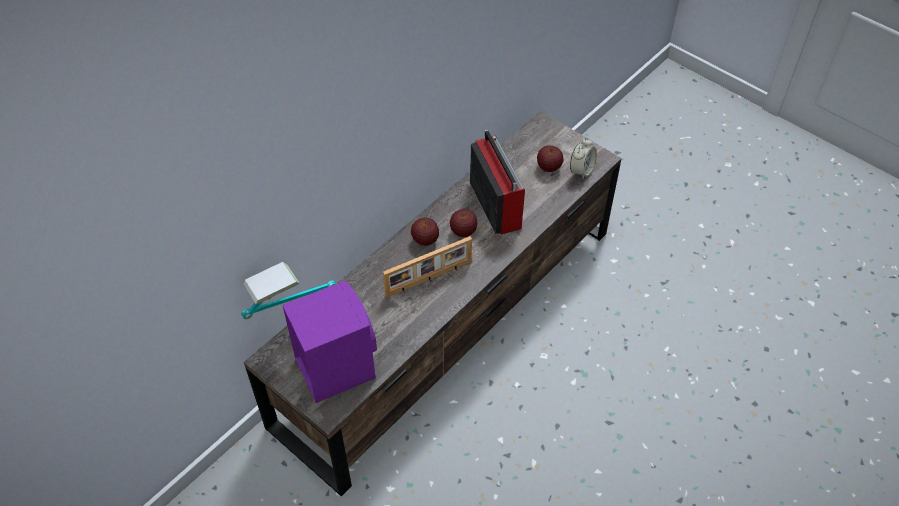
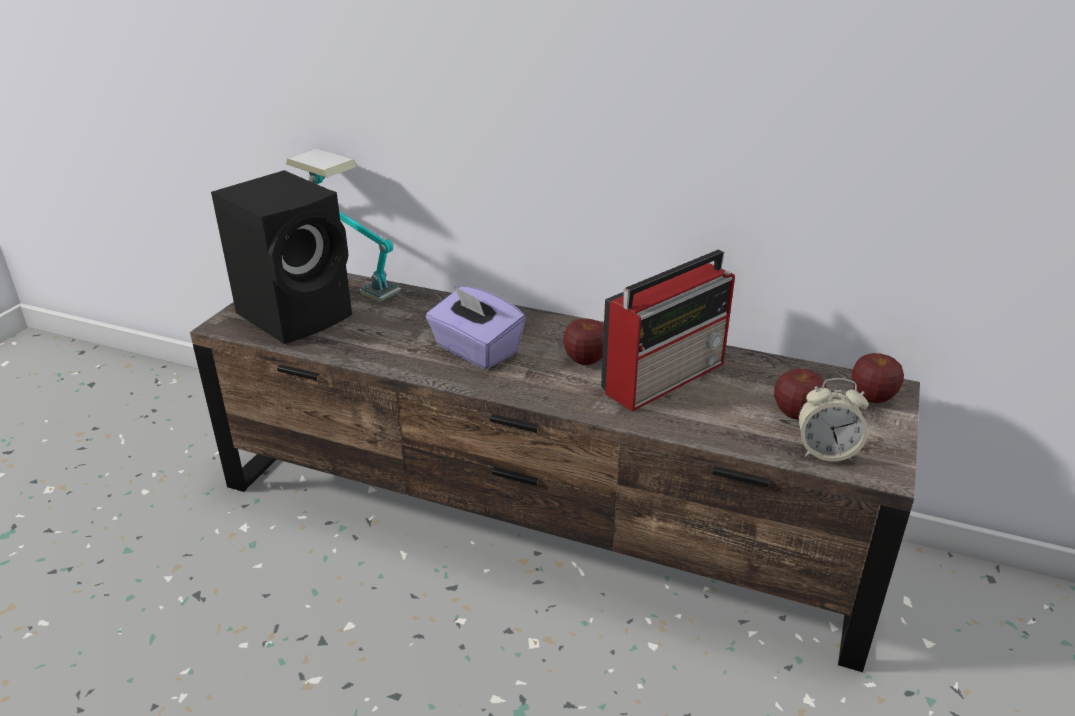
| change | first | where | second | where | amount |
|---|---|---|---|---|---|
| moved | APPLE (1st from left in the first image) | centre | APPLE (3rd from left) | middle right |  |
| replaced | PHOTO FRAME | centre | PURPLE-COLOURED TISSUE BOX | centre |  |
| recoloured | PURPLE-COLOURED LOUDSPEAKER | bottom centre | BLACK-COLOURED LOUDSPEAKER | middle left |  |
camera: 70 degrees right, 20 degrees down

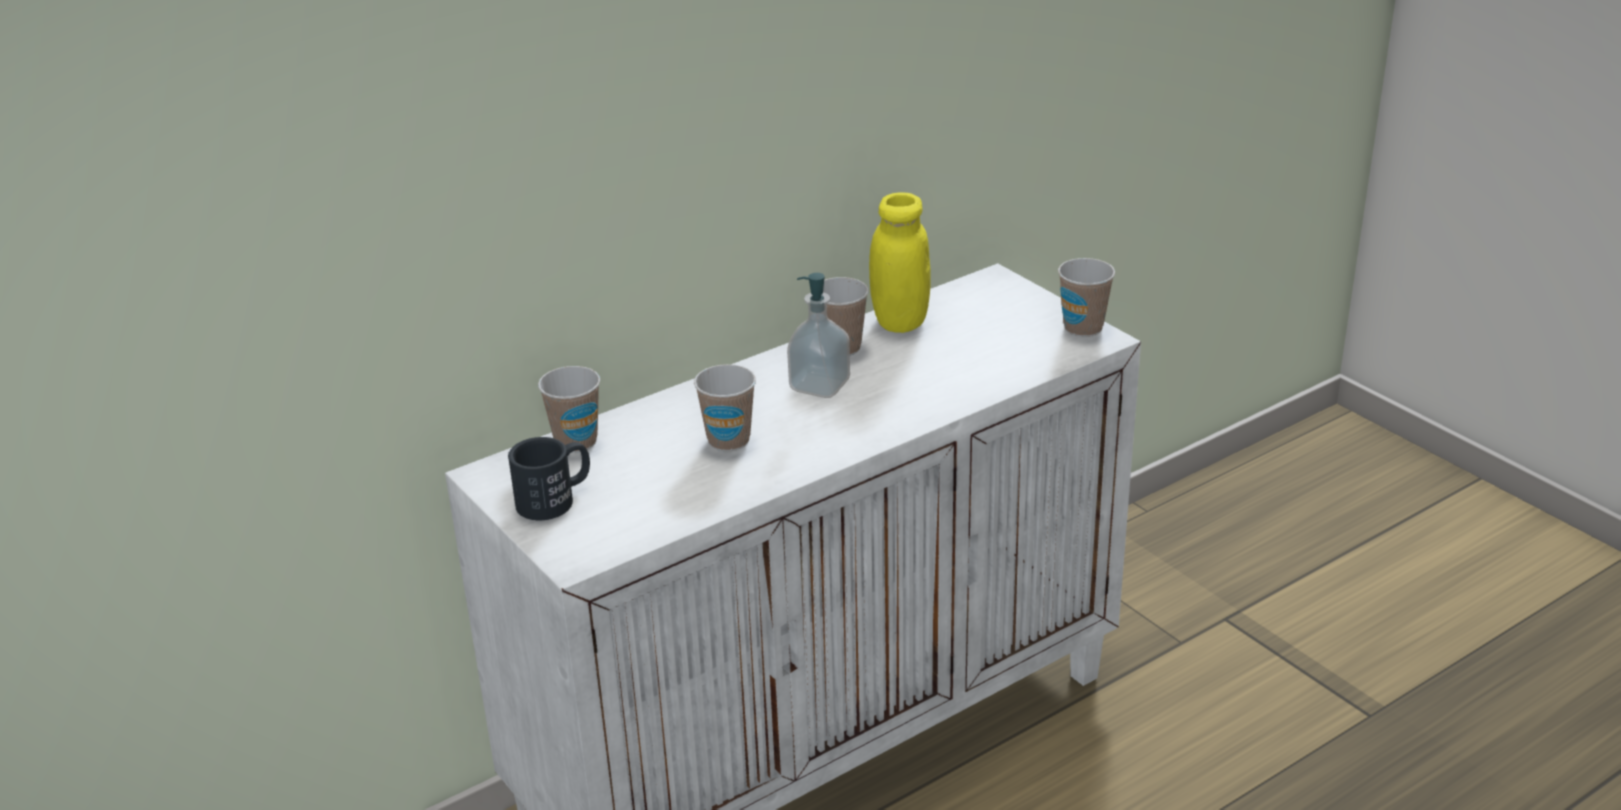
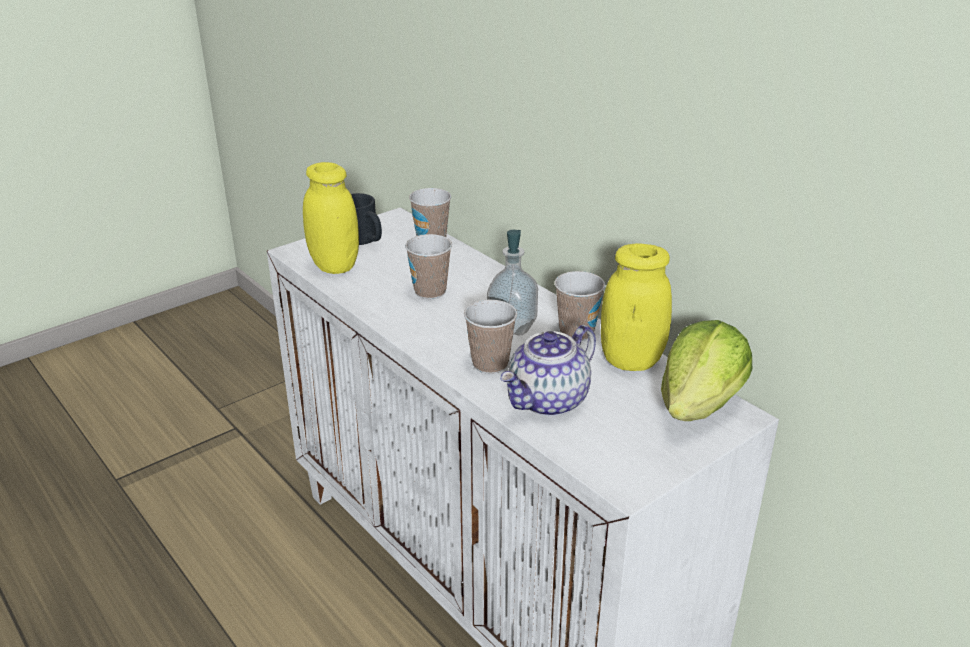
| change | first | where | second | where | amount |
|---|---|---|---|---|---|
| moved | SMALL CUP (4th from left in the first image) | middle right | SMALL CUP (3rd from left) | centre |  |
| added |  |  | YELLOW JAR (1st from left) | centre |  |
| added |  |  | LETTUCE HEAD | middle right |  |
| added |  |  | POT FOR TEA | centre |  |
camera: 85 degrees right, 0 degrees up

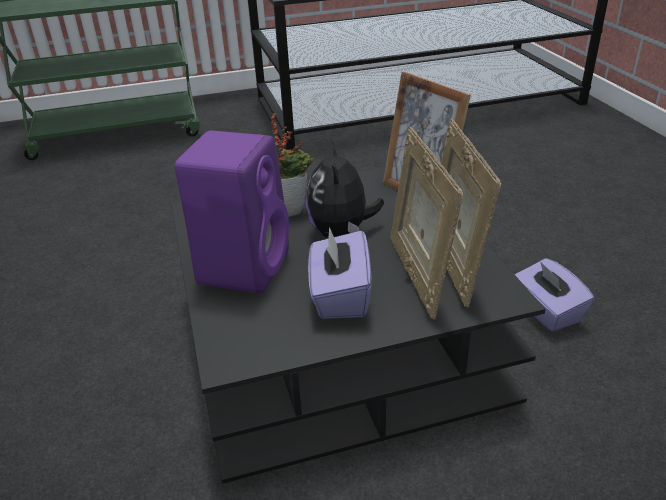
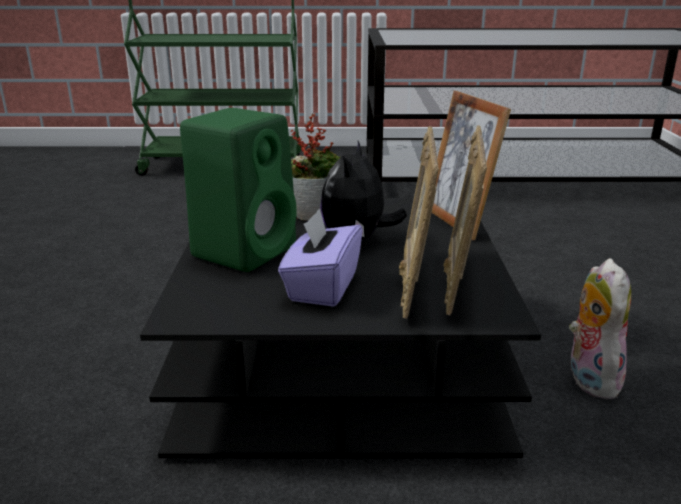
| change | first | where | second | where | amount |
|---|---|---|---|---|---|
| recoloured | PURPLE-COLOURED LOUDSPEAKER | centre | GREEN-COLOURED LOUDSPEAKER | centre |  |
| replaced | PURPLE-COLOURED TISSUE BOX (2nd from left) | middle right | SOFT TOY (2nd from left) | middle right |  |
camera: 15 degrees right, 10 degrees down

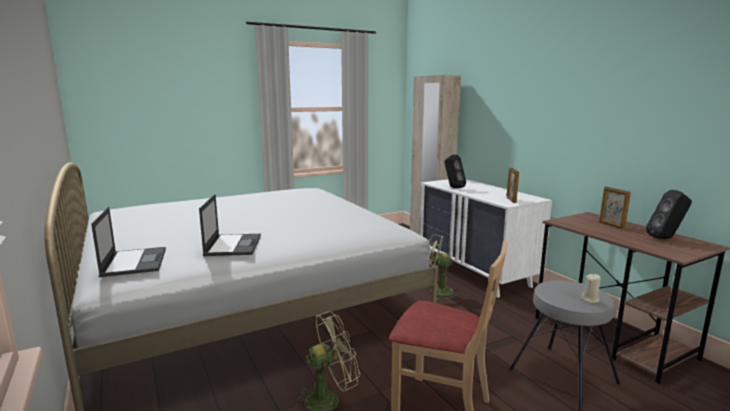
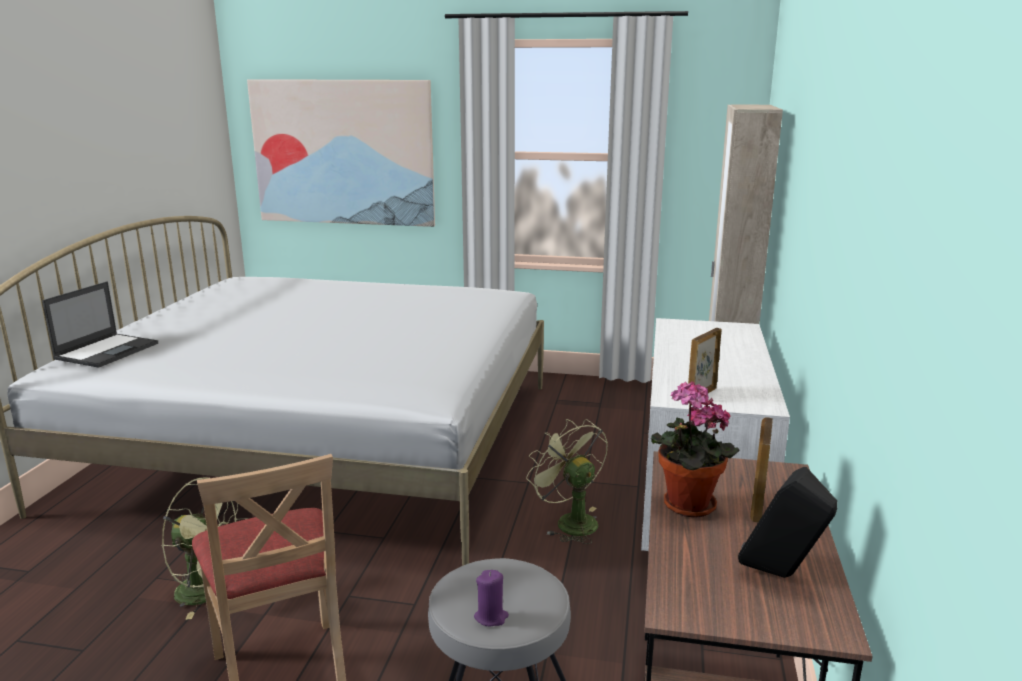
| change | first | where | second | where | amount |
|---|---|---|---|---|---|
| removed | BLACK-COLOURED LOUDSPEAKER (1st from left) | centre |  |  |  |
| removed | PORTABLE COMPUTER (2nd from left) | middle left |  |  |  |
| recoloured | BEIGE WAX LIGHT | bottom right | PURPLE-COLOURED WAX LIGHT | bottom centre |  |
| added |  |  | PICTURE | top centre |  |
| added |  |  | HOUSEPLANT | middle right |  |
camera: 40 degrees right, 5 degrees up

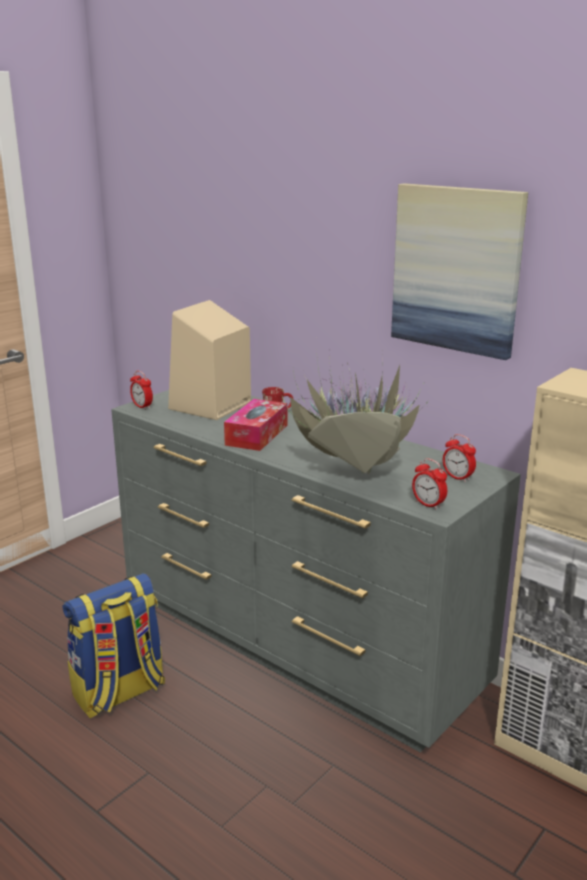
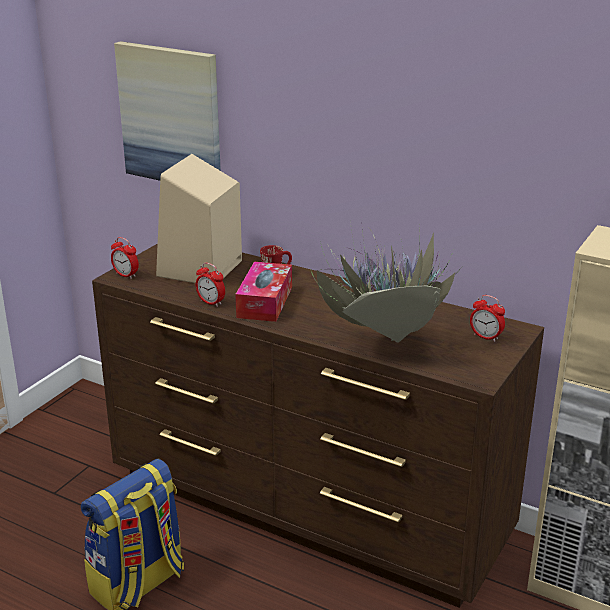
| change | first | where | second | where | amount |
|---|---|---|---|---|---|
| moved | PICTURE | top right |  | top left |  |
| recoloured | GRAY CHEST OF DRAWERS | centre | BROWNISH CHEST OF DRAWERS | bottom centre |  |
| moved | BEDSIDE CLOCK (2nd from left) | middle right |  | centre |  |
camera: 10 degrees left, 5 degrees up

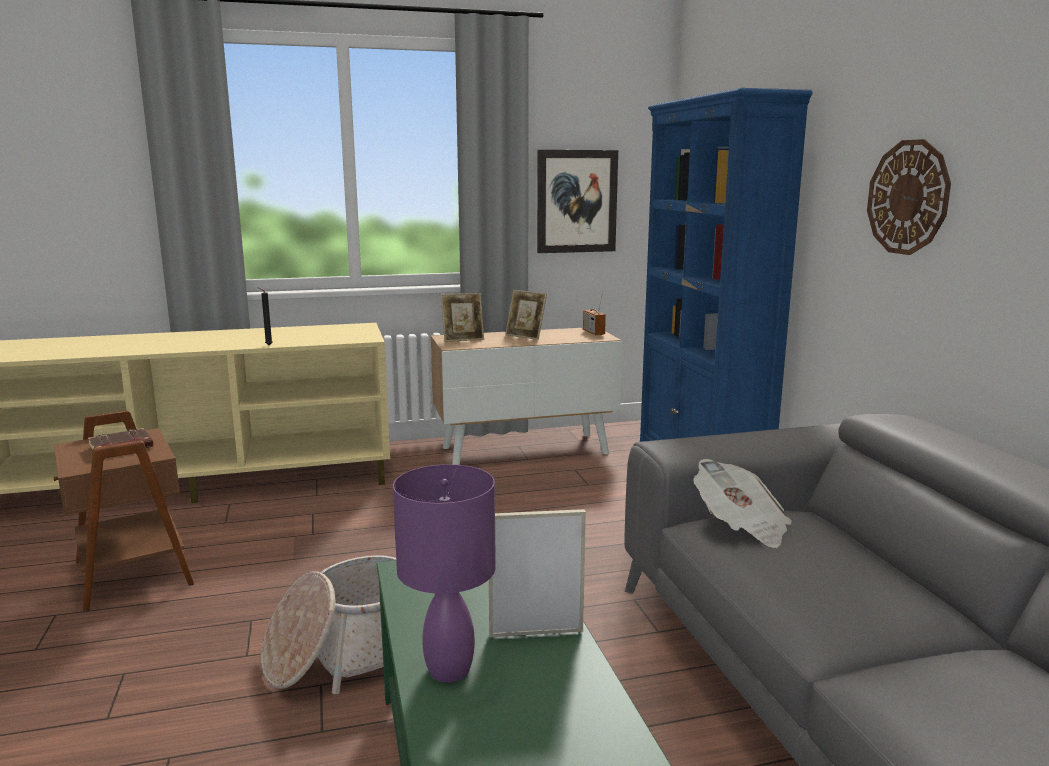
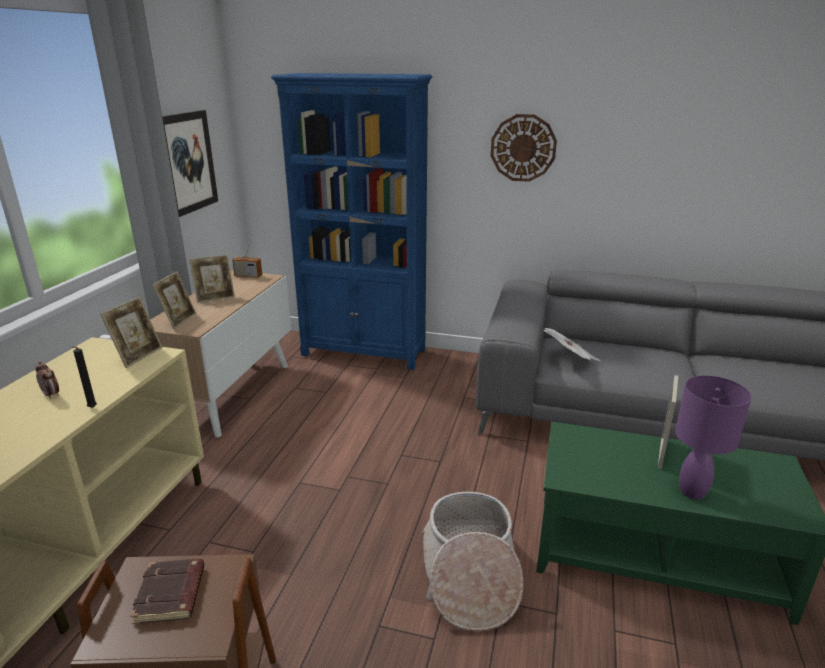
| change | first | where | second | where | amount |
|---|---|---|---|---|---|
| added |  |  | PHOTO FRAME (1st from left) | middle left |  |
| added |  |  | BEDSIDE CLOCK | middle left |  |
camera: 60 degrees left, 10 degrees up

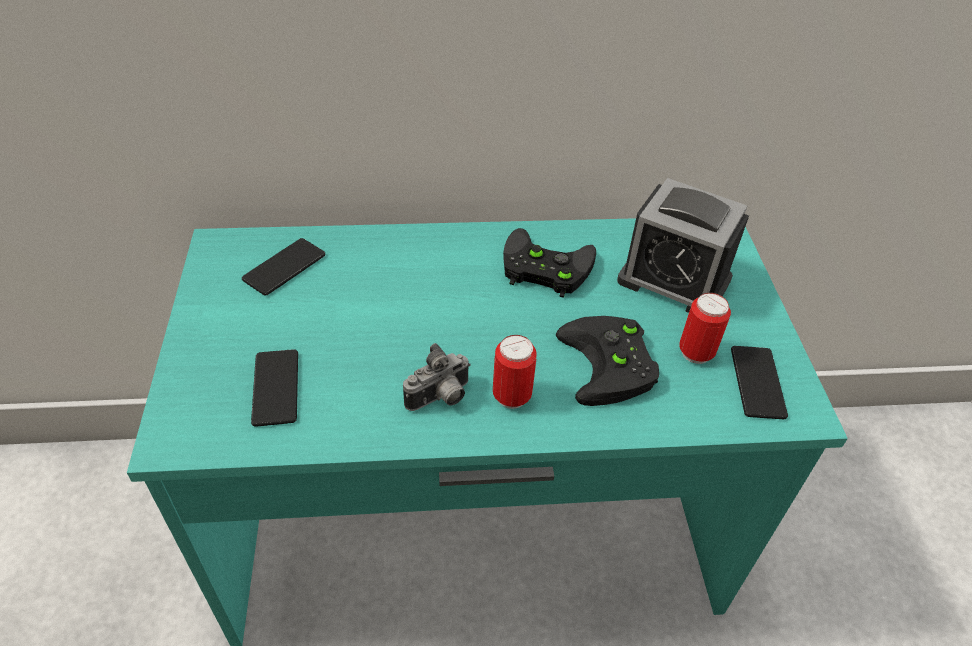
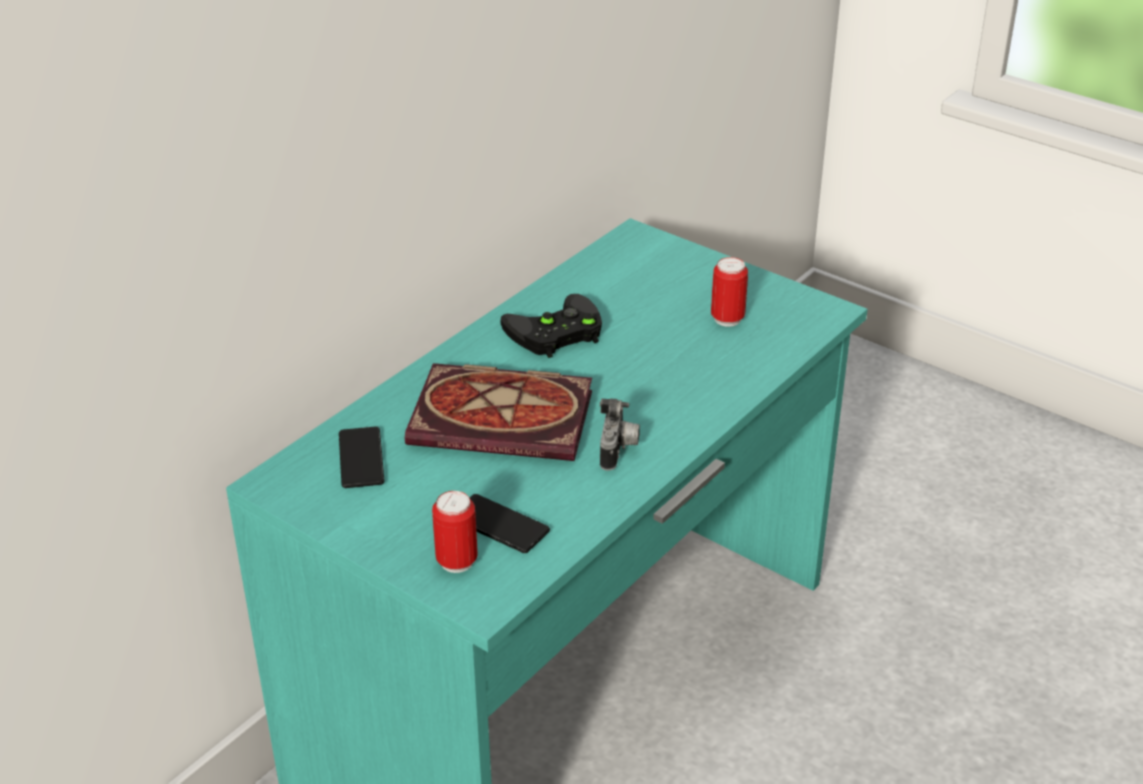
| change | first | where | second | where | amount |
|---|---|---|---|---|---|
| removed | BEDSIDE CLOCK | middle right |  |  |  |
| removed | BLACK-COLOURED GAMEPAD (2nd from left) | centre |  |  |  |
| moved | SEALED CAN (1st from left) | centre |  | bottom centre |  |
| removed | PHONE (3rd from left) | middle right |  |  |  |
| added |  |  | BOOK | centre |  |
camera: 45 degrees left, 10 degrees down

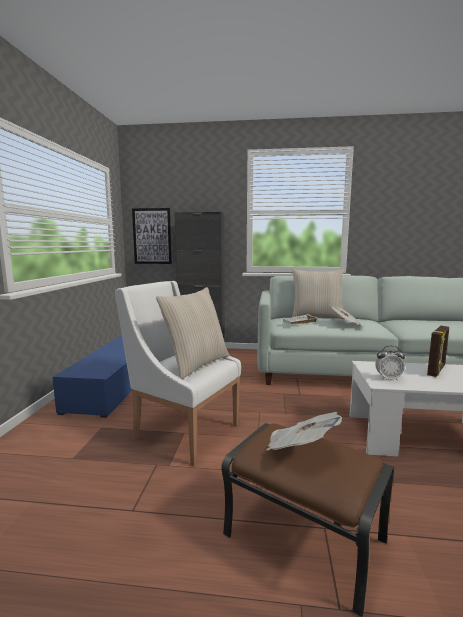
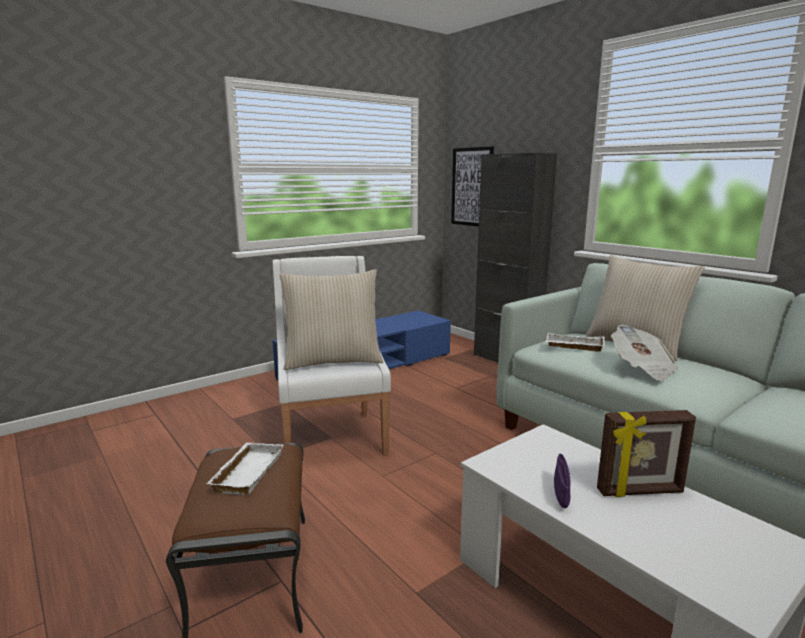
| change | first | where | second | where | amount |
|---|---|---|---|---|---|
| removed | BEDSIDE CLOCK | middle right |  |  |  |
| replaced | NEWSPAPER (1st from left) | bottom centre | WHITE-COLOURED SERVING TRAY (1st from left) | bottom left |  |
| added |  |  | PURPLE-COLOURED DEEP DISH | bottom right |  |
camera: 45 degrees right, 5 degrees up

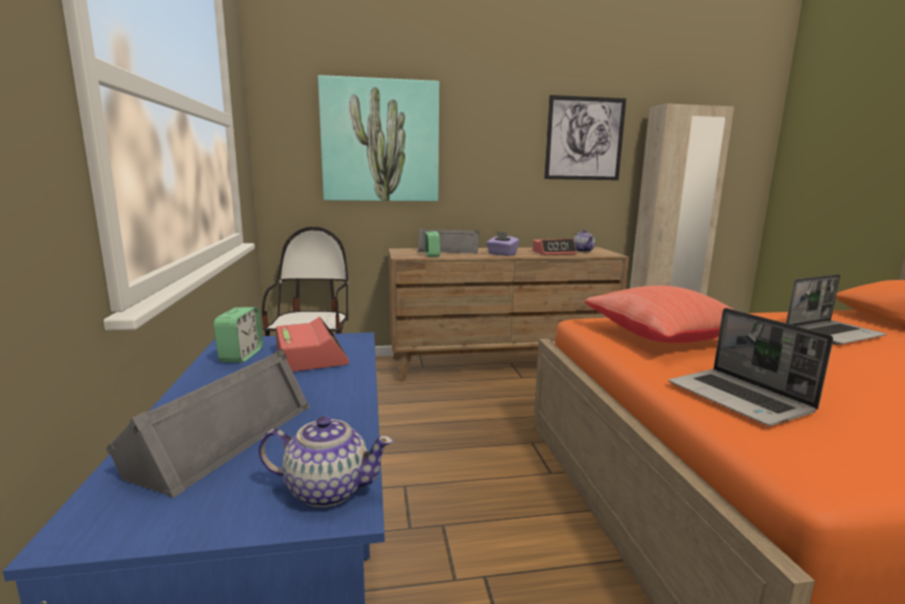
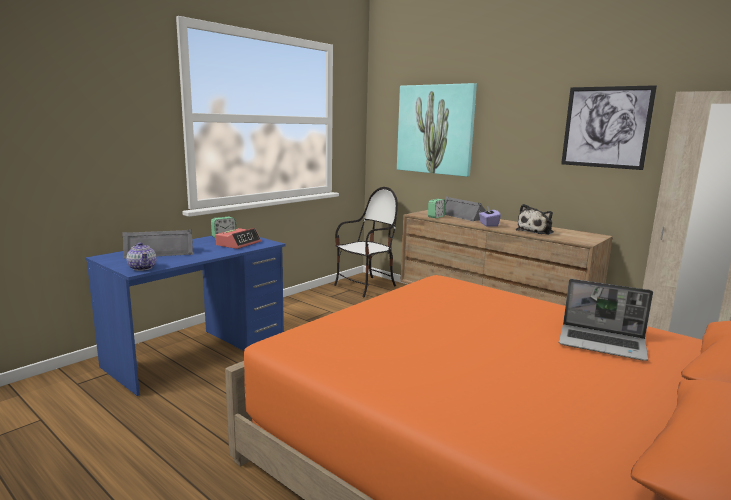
| change | first | where | second | where | amount |
|---|---|---|---|---|---|
| removed | POT FOR TEA (2nd from left) | centre |  |  |  |
| replaced | BEDSIDE CLOCK (4th from left) | centre | SOFT TOY | middle right |  |
| removed | RED PILLOW | middle right |  |  |  |
| removed | PORTABLE COMPUTER (1st from left) | middle right |  |  |  |
camera: 50 degrees right, 0 degrees up

